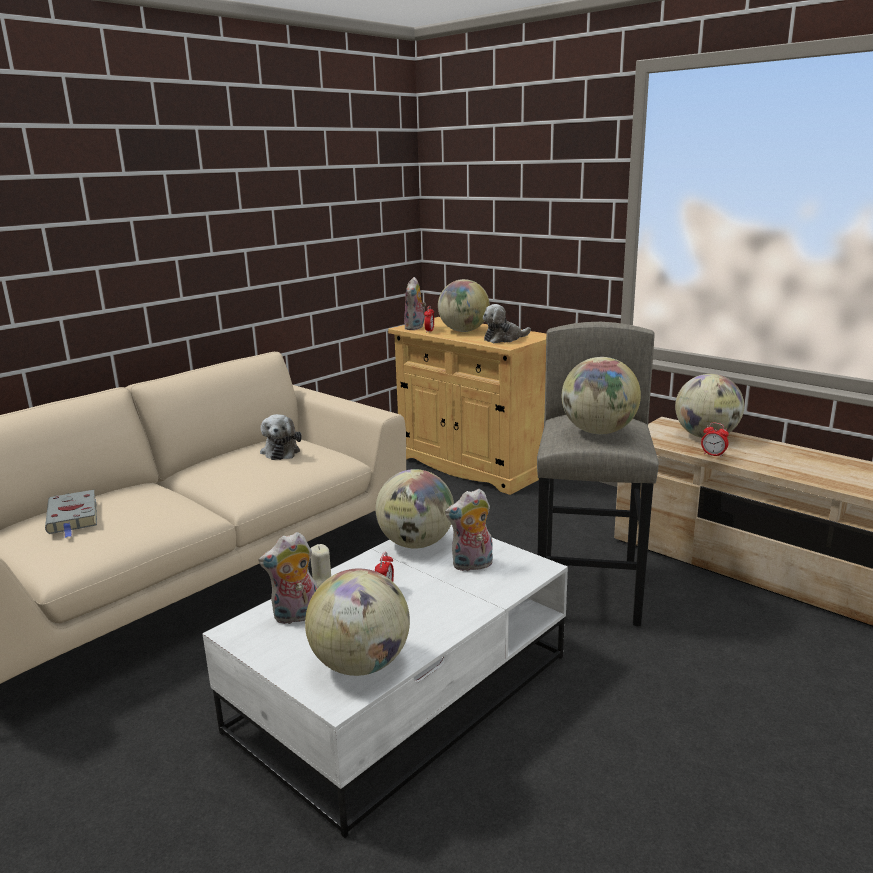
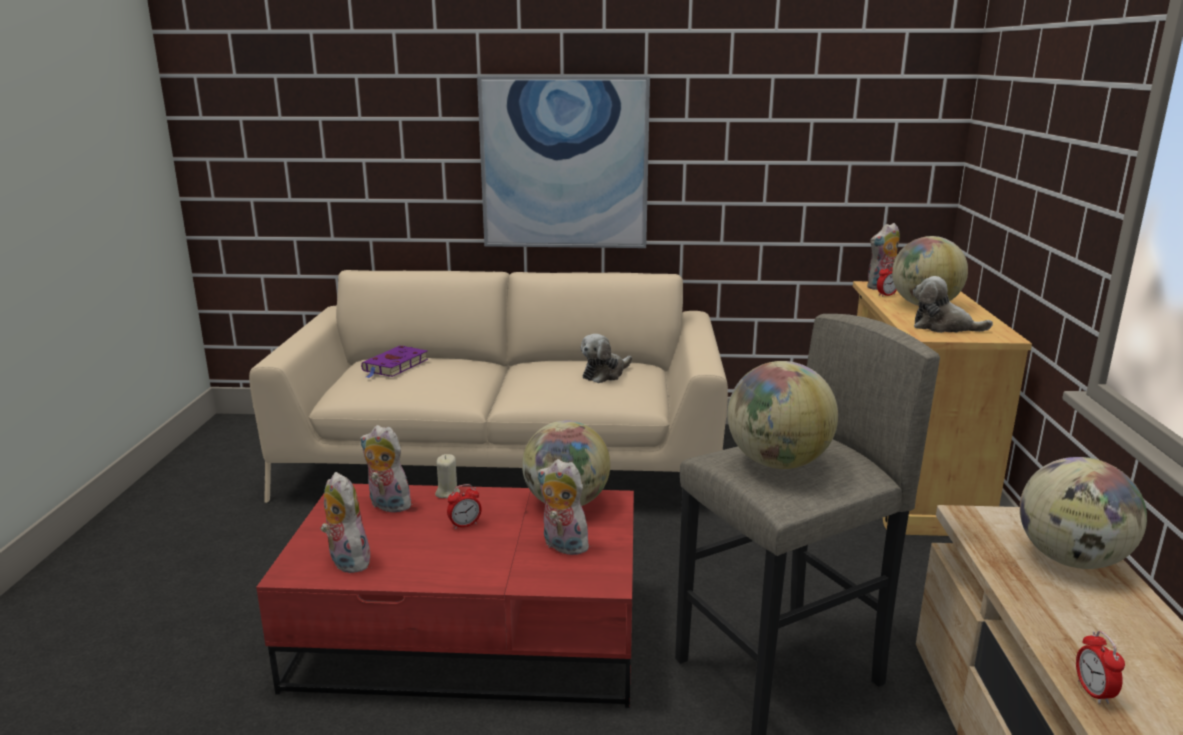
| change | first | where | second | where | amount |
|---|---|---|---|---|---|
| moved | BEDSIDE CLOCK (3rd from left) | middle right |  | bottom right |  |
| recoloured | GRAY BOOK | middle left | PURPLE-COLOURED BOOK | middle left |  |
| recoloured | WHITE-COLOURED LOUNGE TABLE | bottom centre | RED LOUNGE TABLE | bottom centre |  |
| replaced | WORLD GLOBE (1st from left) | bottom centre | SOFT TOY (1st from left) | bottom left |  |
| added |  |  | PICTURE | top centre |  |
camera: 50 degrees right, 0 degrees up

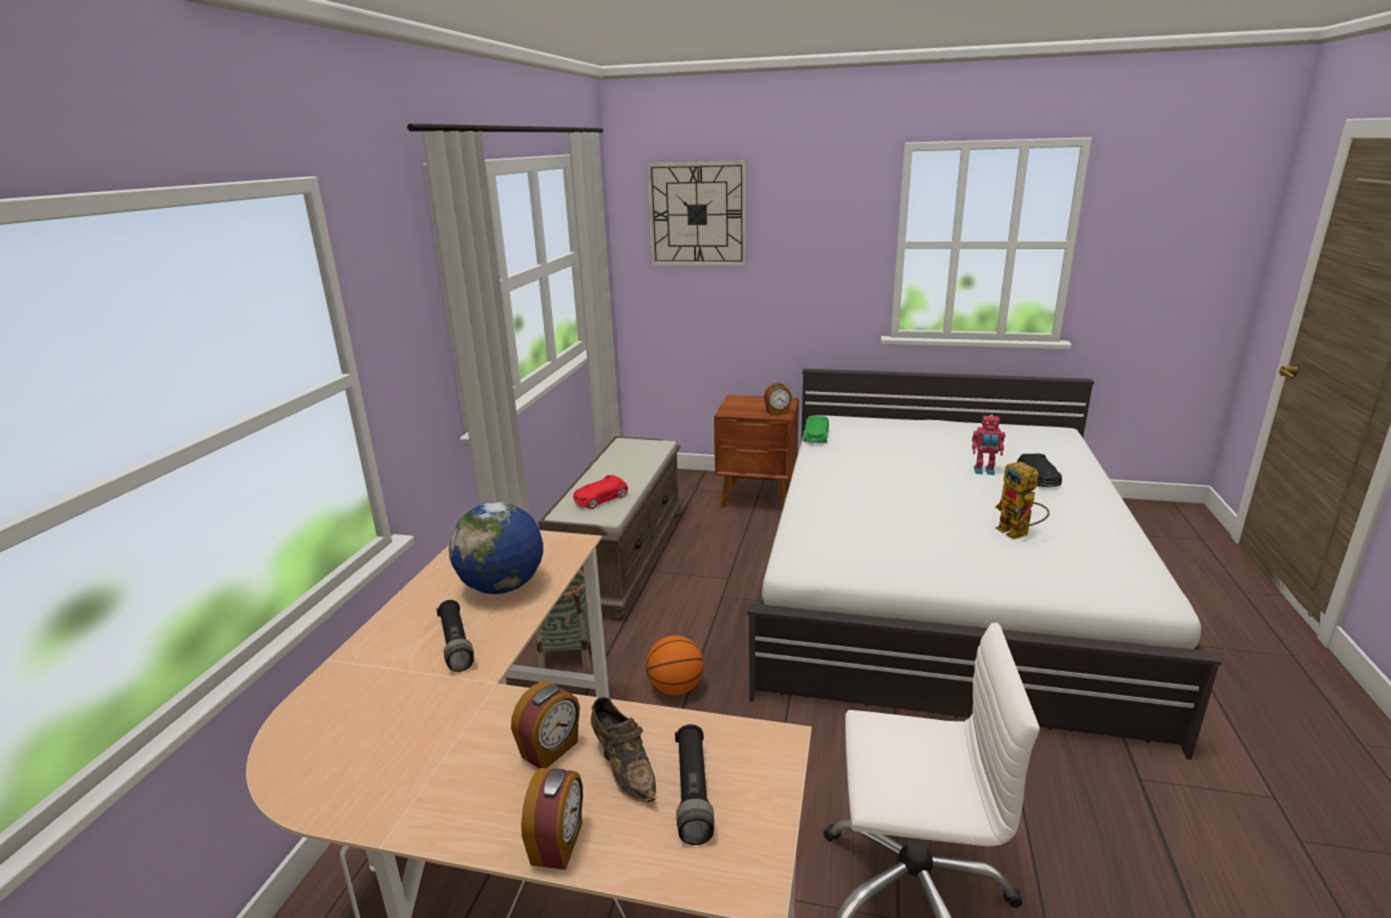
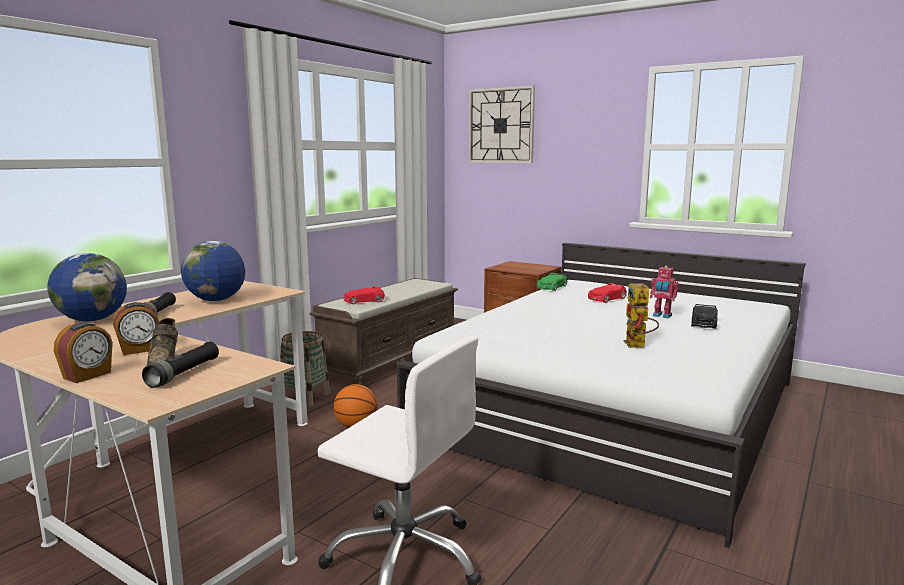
| change | first | where | second | where | amount |
|---|---|---|---|---|---|
| removed | BEDSIDE CLOCK (3rd from left) | centre |  |  |  |
| added |  |  | WORLD GLOBE (1st from left) | middle left |  |
| added |  |  | RED TOY CAR (2nd from left) | middle right |  |
camera: 20 degrees right, 10 degrees down

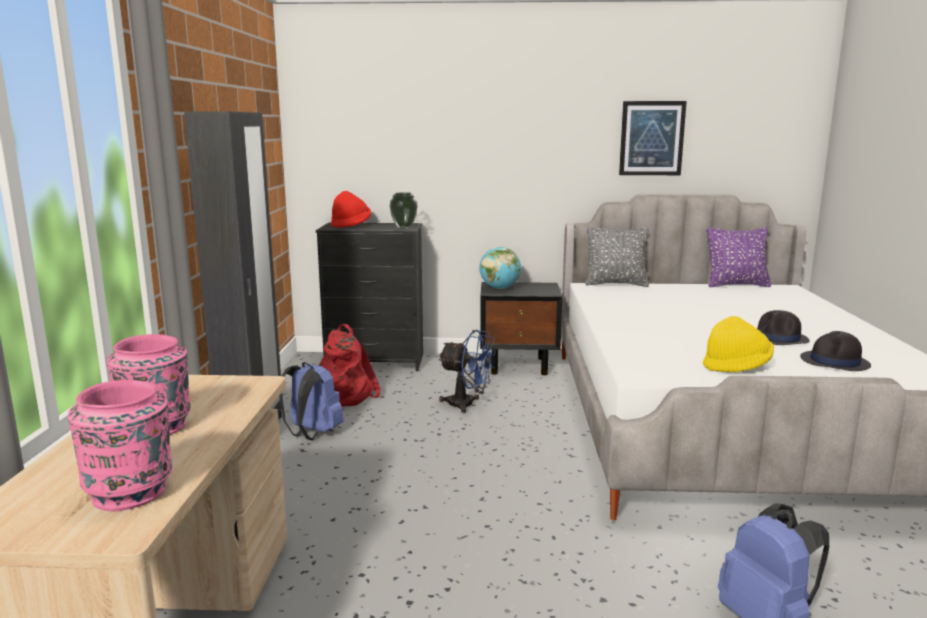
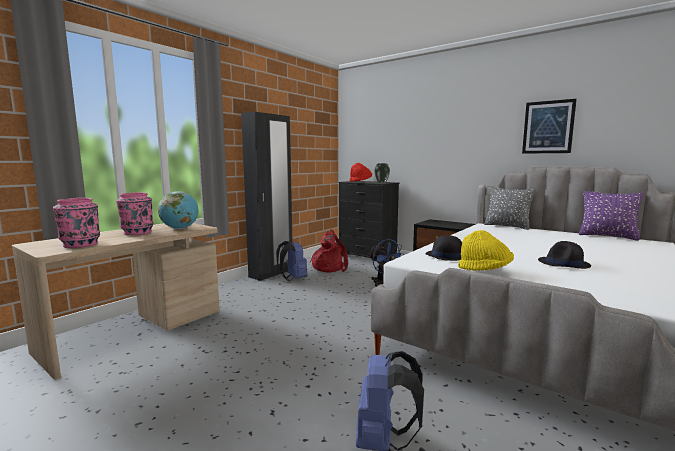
| change | first | where | second | where | amount |
|---|---|---|---|---|---|
| moved | WORLD GLOBE | centre |  | middle left |  |
| moved | BLACK-COLOURED CLOTHING HAT (2nd from left in the first image) | middle right | BLACK-COLOURED CLOTHING HAT (1st from left) | centre |  |
camera: 35 degrees right, 5 degrees down

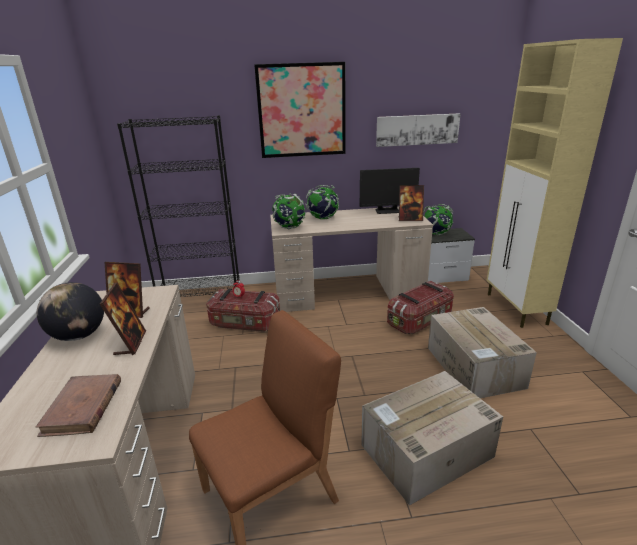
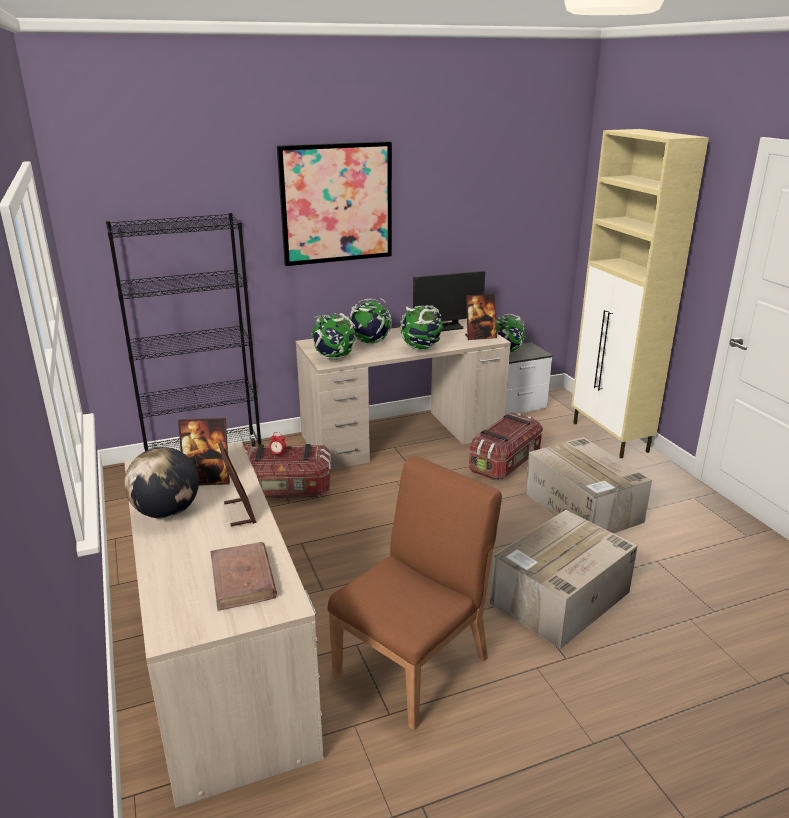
| change | first | where | second | where | amount |
|---|---|---|---|---|---|
| removed | PICTURE (2nd from left) | top centre |  |  |  |
| added |  |  | WORLD GLOBE (4th from left) | centre |  |
camera: 15 degrees left, 0 degrees up

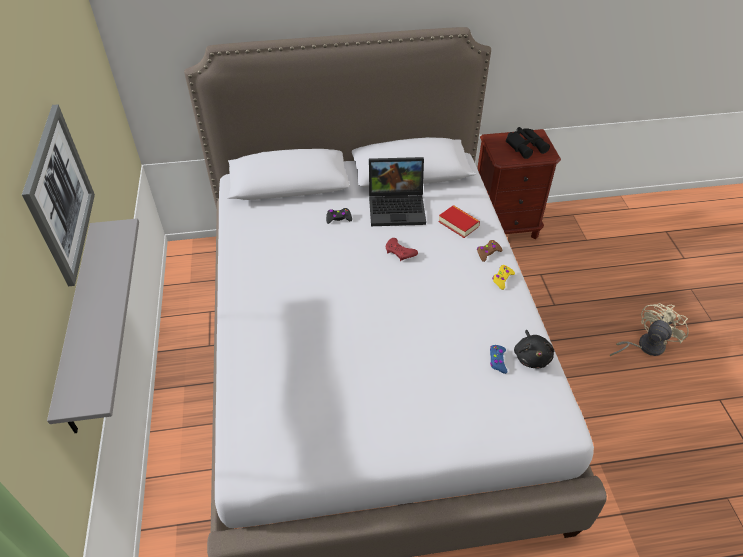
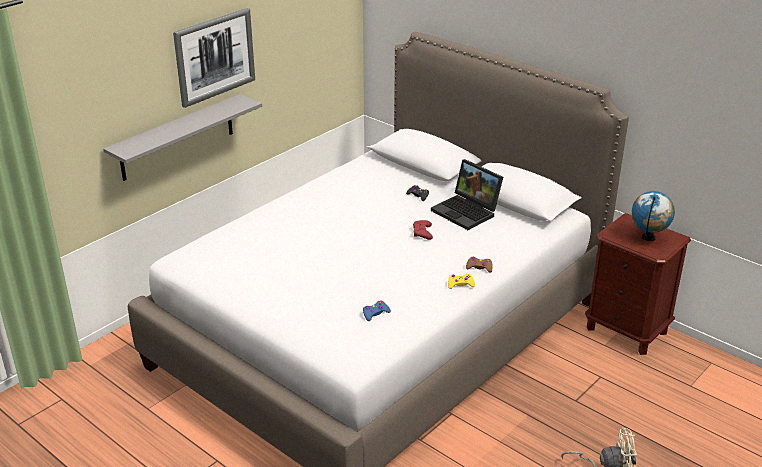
| change | first | where | second | where | amount |
|---|---|---|---|---|---|
| replaced | BLACK-COLOURED PAIR OF BINOCULARS | top right | WORLD GLOBE | middle right |  |
| removed | BOOK | centre |  |  |  |
| removed | BLACK-COLOURED SOFT TOY | middle right |  |  |  |
camera: 50 degrees right, 15 degrees down

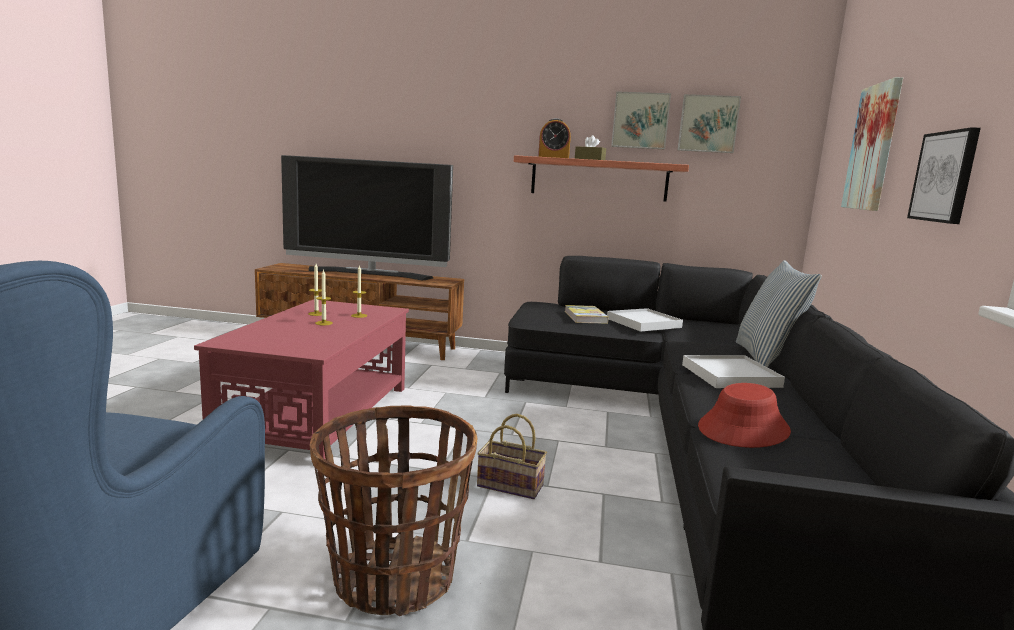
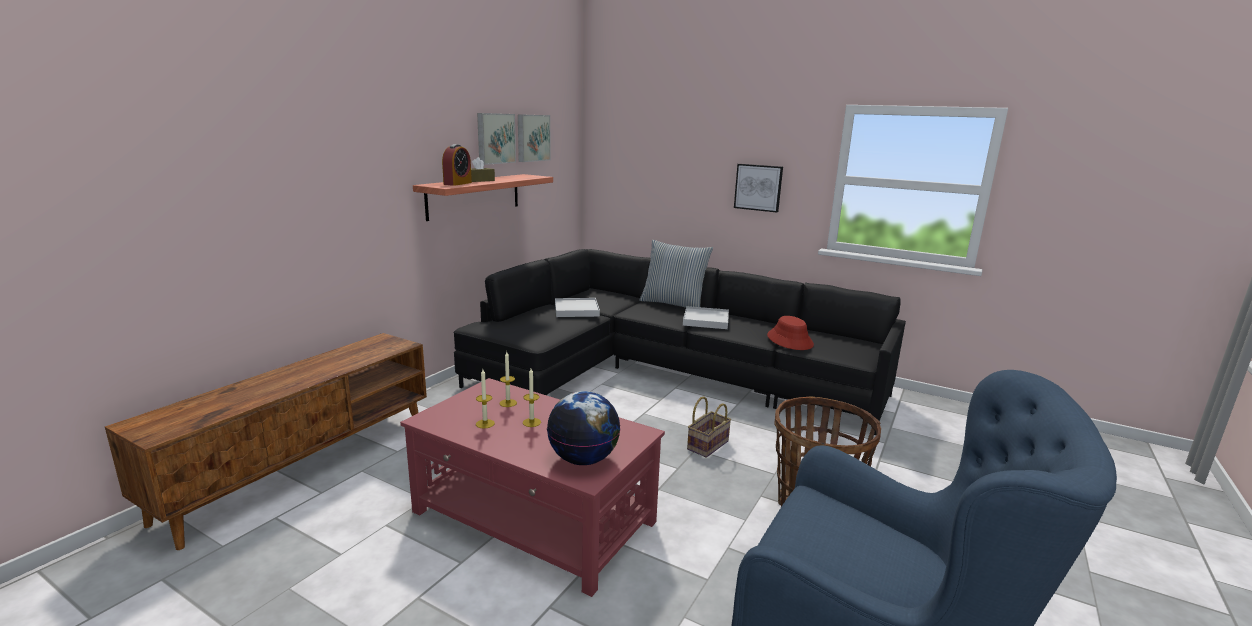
| change | first | where | second | where | amount |
|---|---|---|---|---|---|
| removed | PICTURE (3rd from left) | top right |  |  |  |
| removed | TV | centre |  |  |  |
| removed | BOOK | centre |  |  |  |
| added |  |  | WORLD GLOBE | bottom centre |  |
camera: 70 degrees left, 5 degrees up

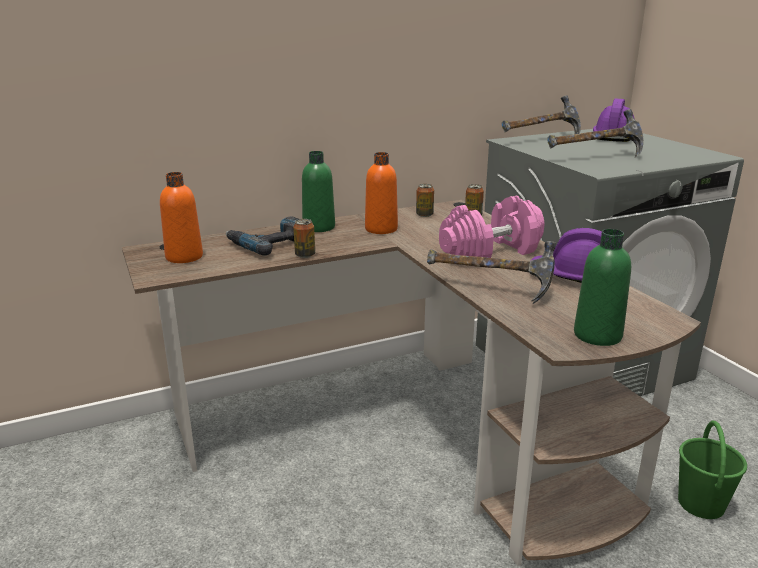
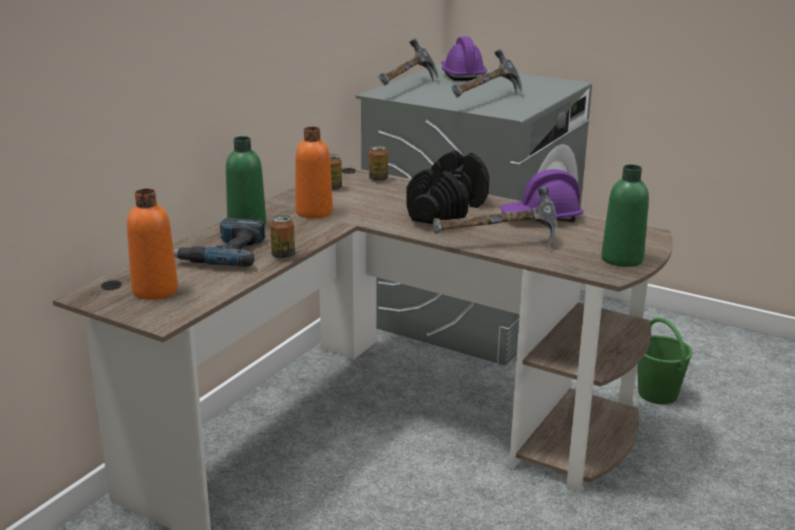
| change | first | where | second | where | amount |
|---|---|---|---|---|---|
| recoloured | PINKISH HAND WEIGHT | centre | BLACK-COLOURED HAND WEIGHT | centre |  |
camera: 35 degrees left, 0 degrees up

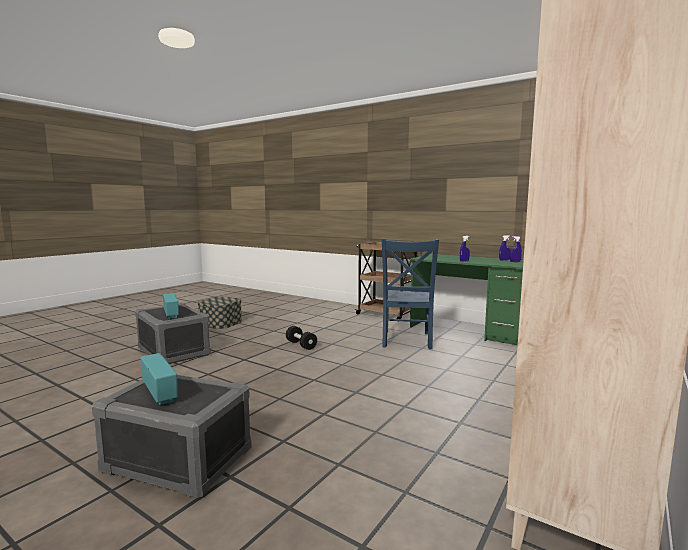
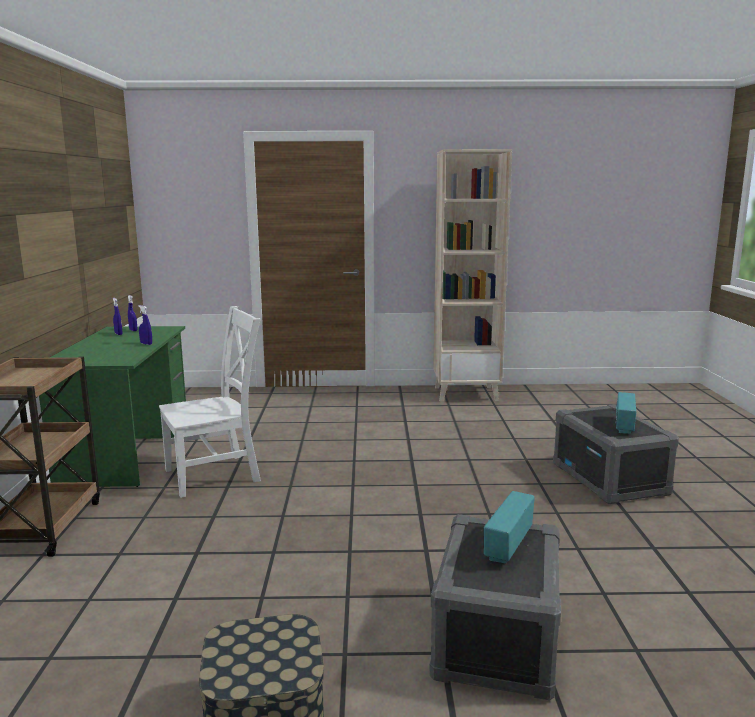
| change | first | where | second | where | amount |
|---|---|---|---|---|---|
| recoloured | BLUE-COLOURED CHAIR | centre | WHITE-COLOURED CHAIR | middle left |  |
| removed | BLACK-COLOURED HAND WEIGHT | centre |  |  |  |
camera: 125 degrees left, 5 degrees up

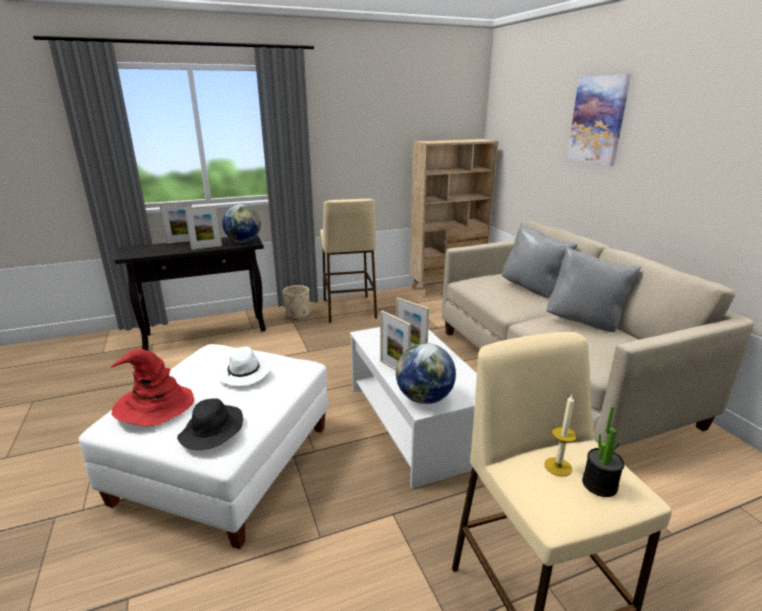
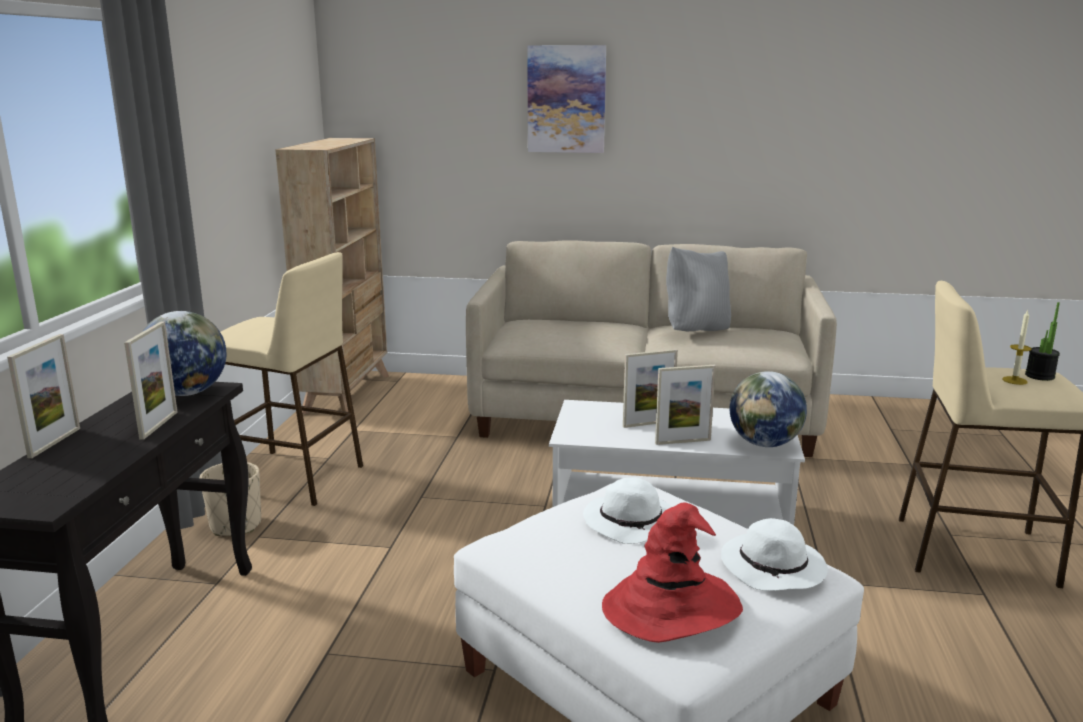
| change | first | where | second | where | amount |
|---|---|---|---|---|---|
| removed | GRAY PILLOW (1st from left) | middle right |  |  |  |
| recoloured | BLACK-COLOURED CLOTHING HAT | bottom left | WHITE-COLOURED CLOTHING HAT (2nd from left) | bottom right |  |
camera: 60 degrees left, 5 degrees down

